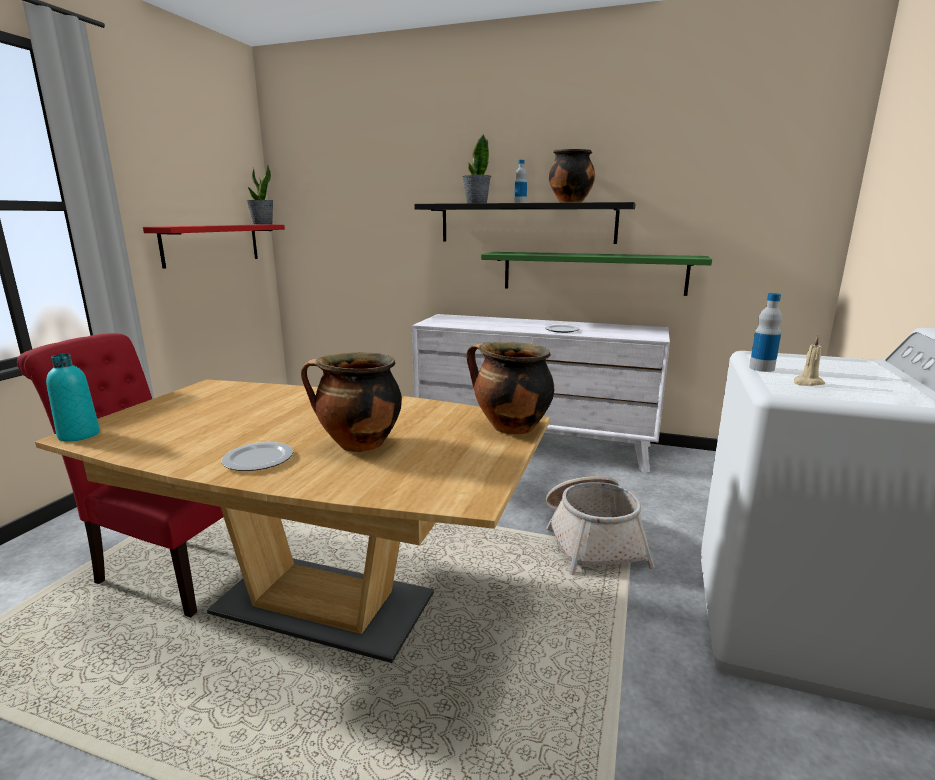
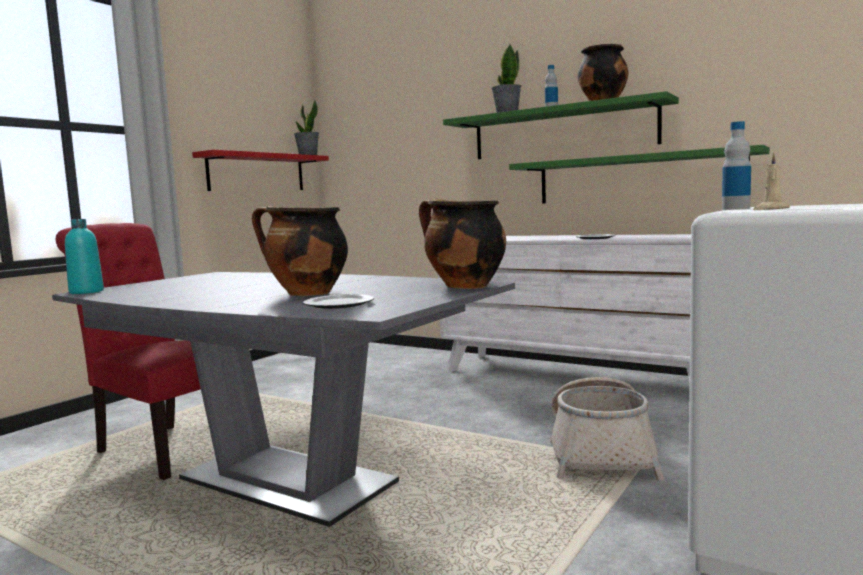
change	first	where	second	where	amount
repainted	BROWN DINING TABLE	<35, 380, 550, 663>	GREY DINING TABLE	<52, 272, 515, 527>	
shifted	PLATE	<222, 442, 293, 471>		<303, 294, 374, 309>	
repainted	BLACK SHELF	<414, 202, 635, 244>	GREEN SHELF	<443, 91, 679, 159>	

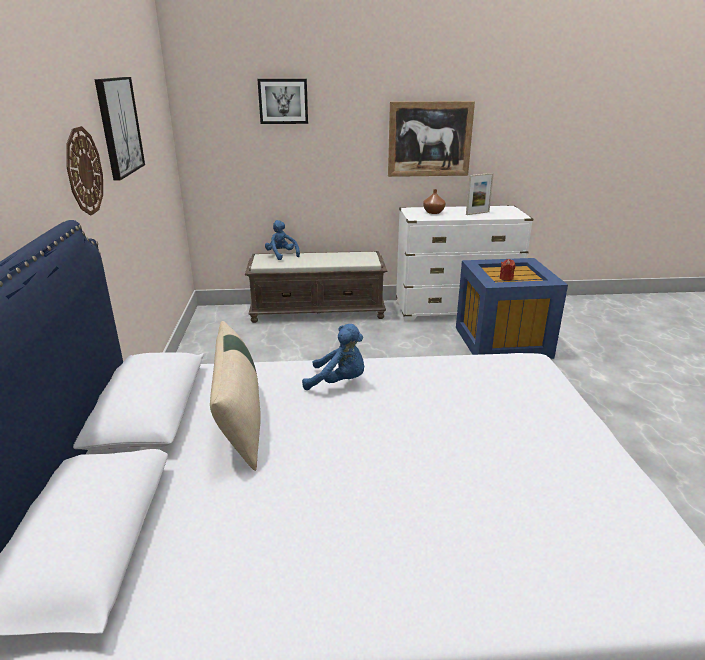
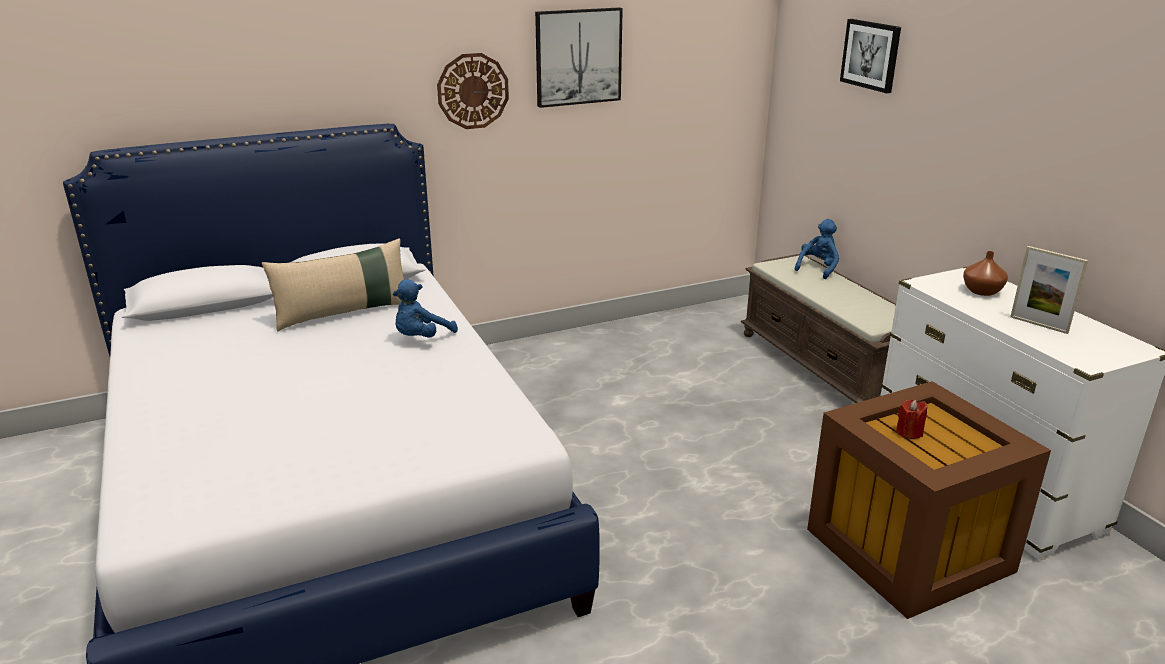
change	first	where	second	where	amount
rotated	BLUE PLUSH TOY	<302, 324, 364, 390>		<393, 279, 458, 338>	45 degrees clockwise
repainted	BLUE STORAGE BOX	<456, 258, 568, 359>	BROWN STORAGE BOX	<807, 381, 1051, 619>	
gone	PICTURE	<388, 101, 475, 177>			

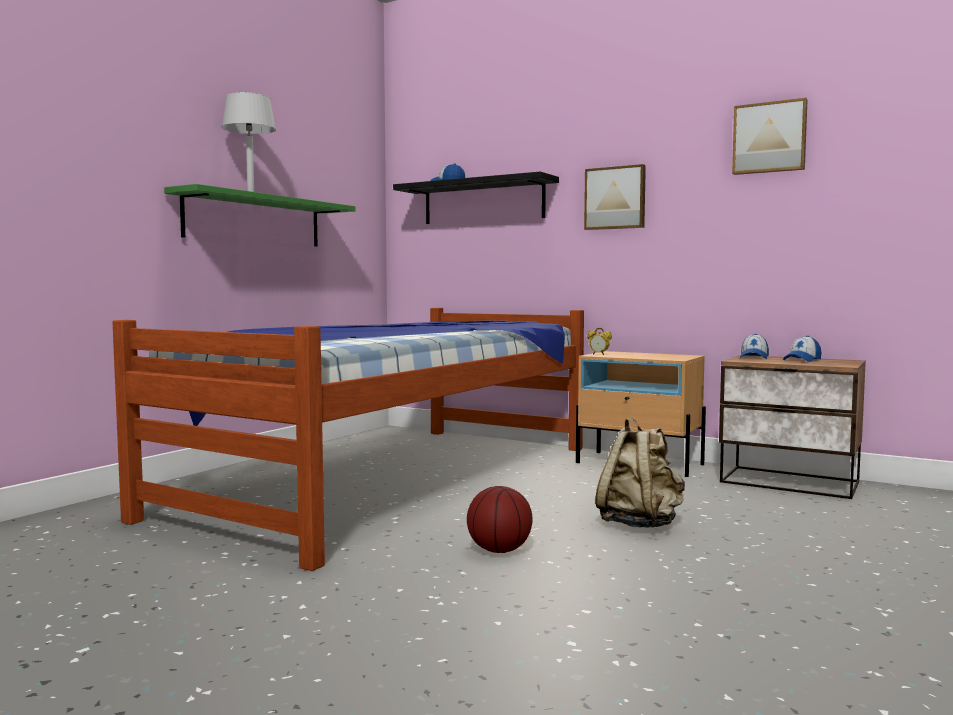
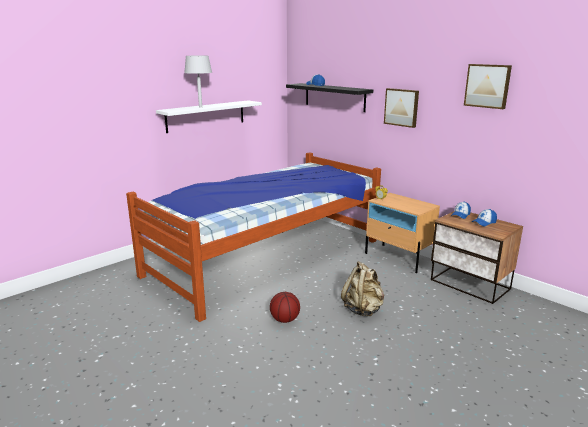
change	first	where	second	where	amount
repainted	GREEN SHELF	<164, 184, 355, 246>	WHITE SHELF	<156, 100, 262, 133>	

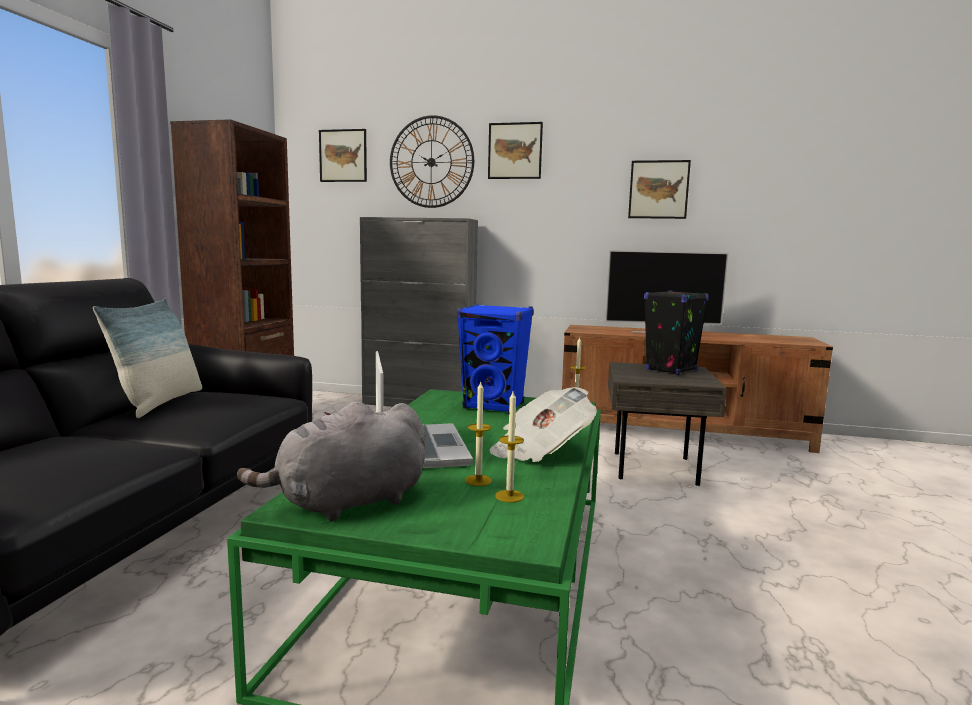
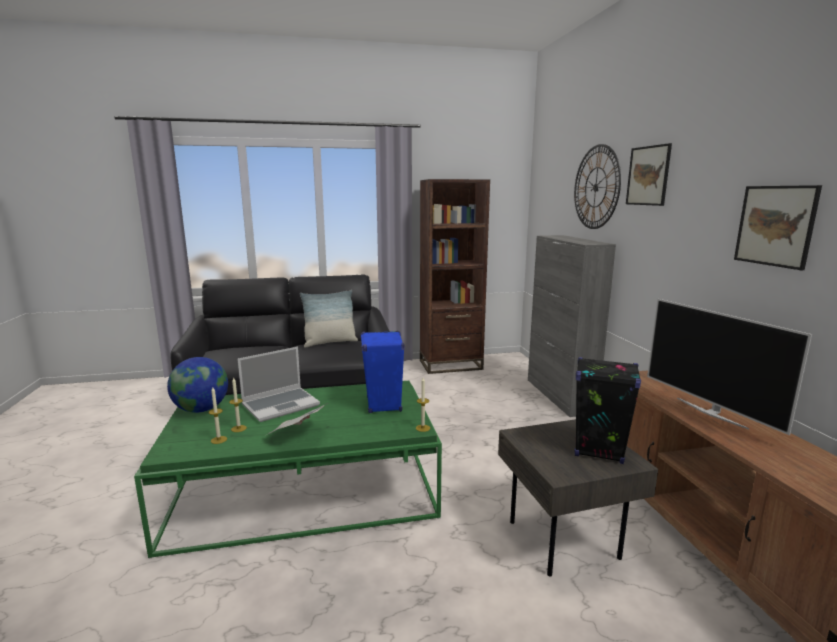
change	first	where	second	where	amount
swapped	GREY PLUSH TOY	<237, 402, 426, 522>	GLOBE	<167, 357, 228, 413>	
gone	PICTURE	<319, 129, 367, 182>			

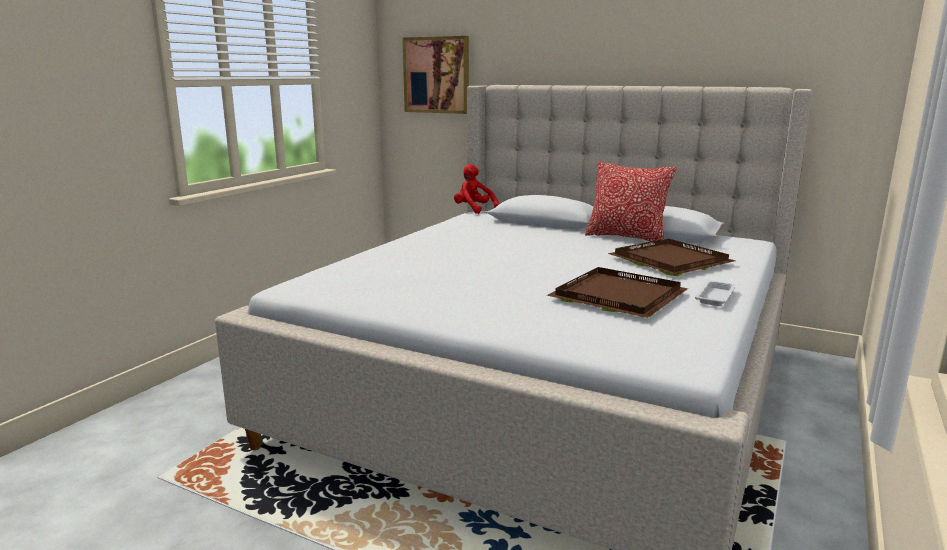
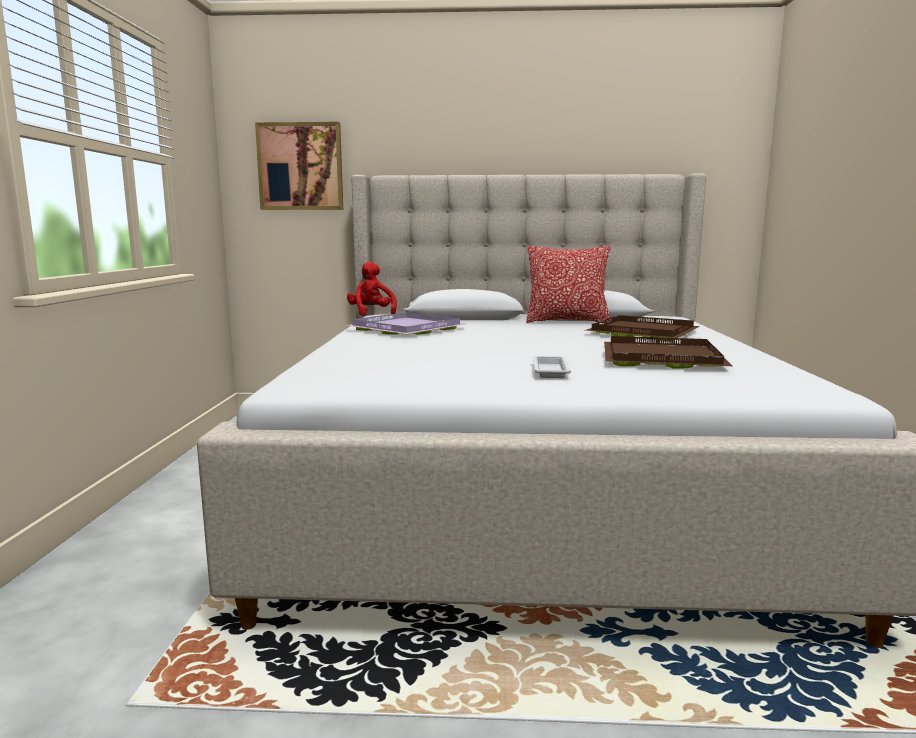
change	first	where	second	where	amount
new			PURPLE TRAY	<346, 312, 465, 335>	
rotated	RED PLUSH TOY	<454, 164, 499, 214>		<347, 262, 397, 316>	45 degrees clockwise
shifted	WHITE TRAY	<695, 280, 736, 306>		<533, 356, 571, 378>	

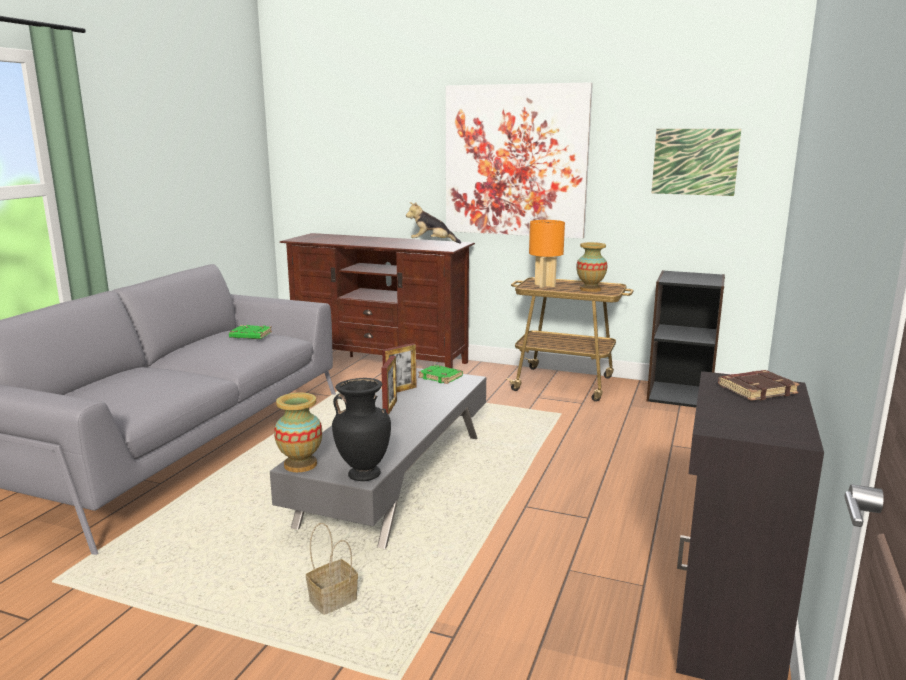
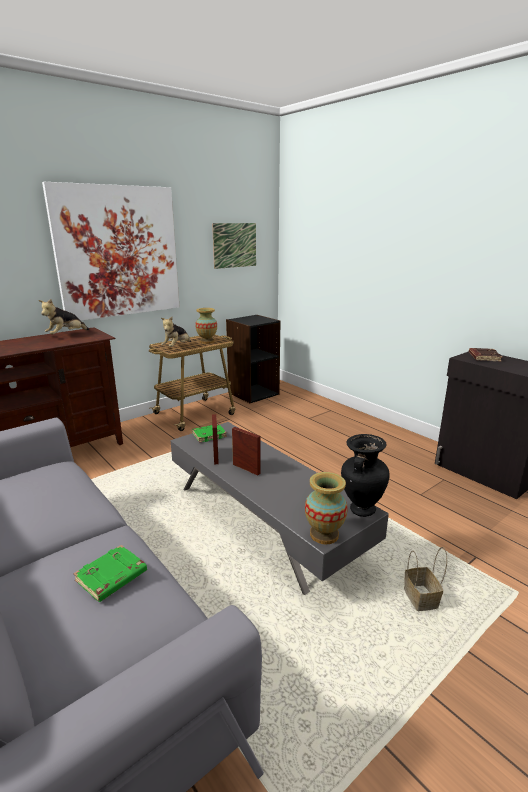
change	first	where	second	where	amount
shifted	GREEN BOOK	<229, 325, 272, 339>		<73, 545, 147, 602>	
swapped	ORANGE TABLE LAMP	<529, 220, 565, 288>	PLUSH TOY	<161, 317, 191, 347>	

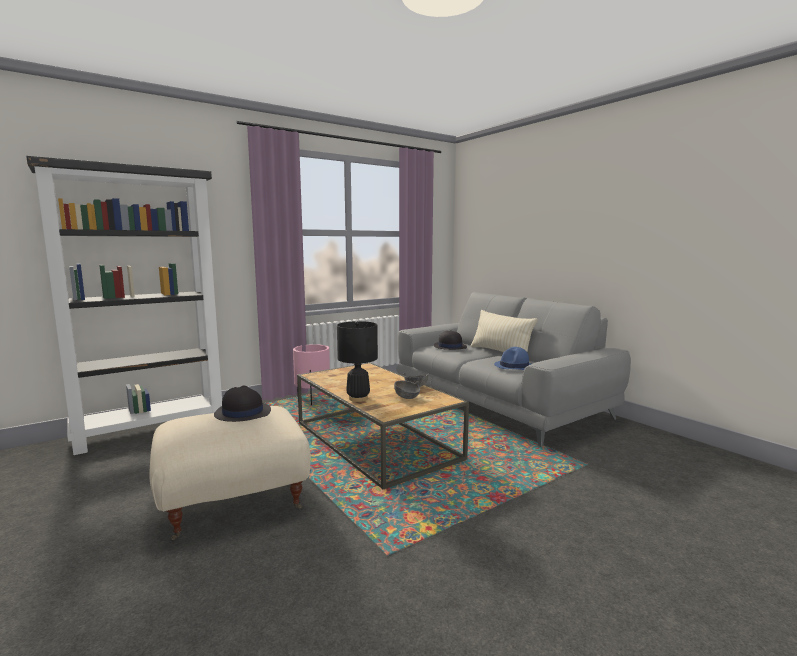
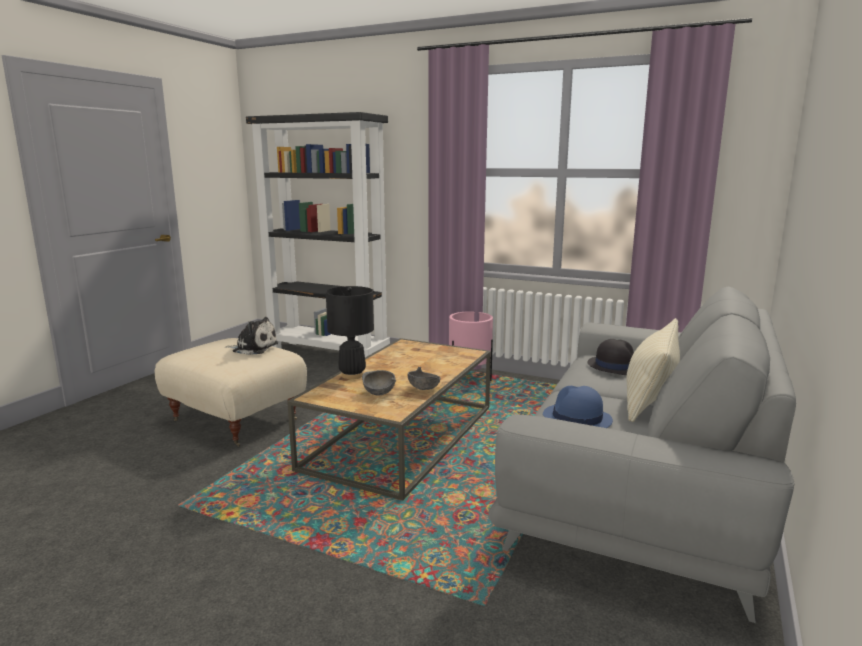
change	first	where	second	where	amount
swapped	BLACK HAT	<214, 386, 271, 422>	PLUSH TOY	<225, 317, 278, 355>	

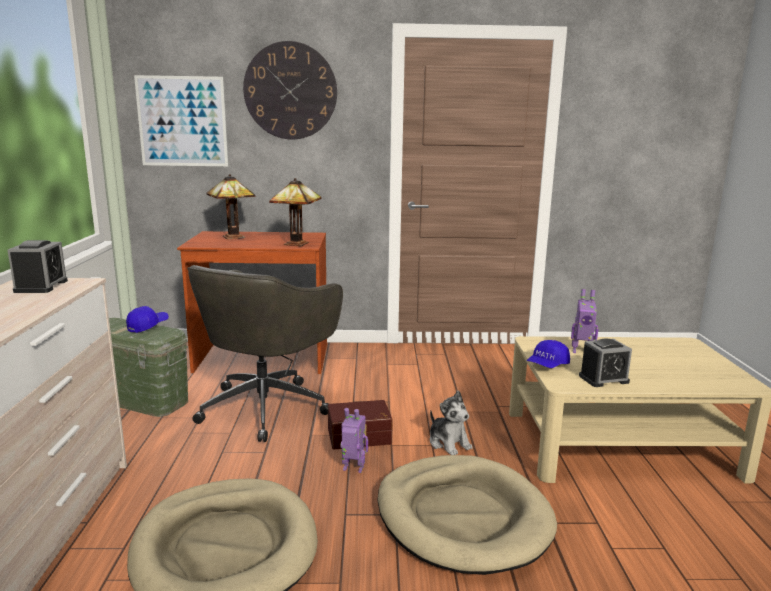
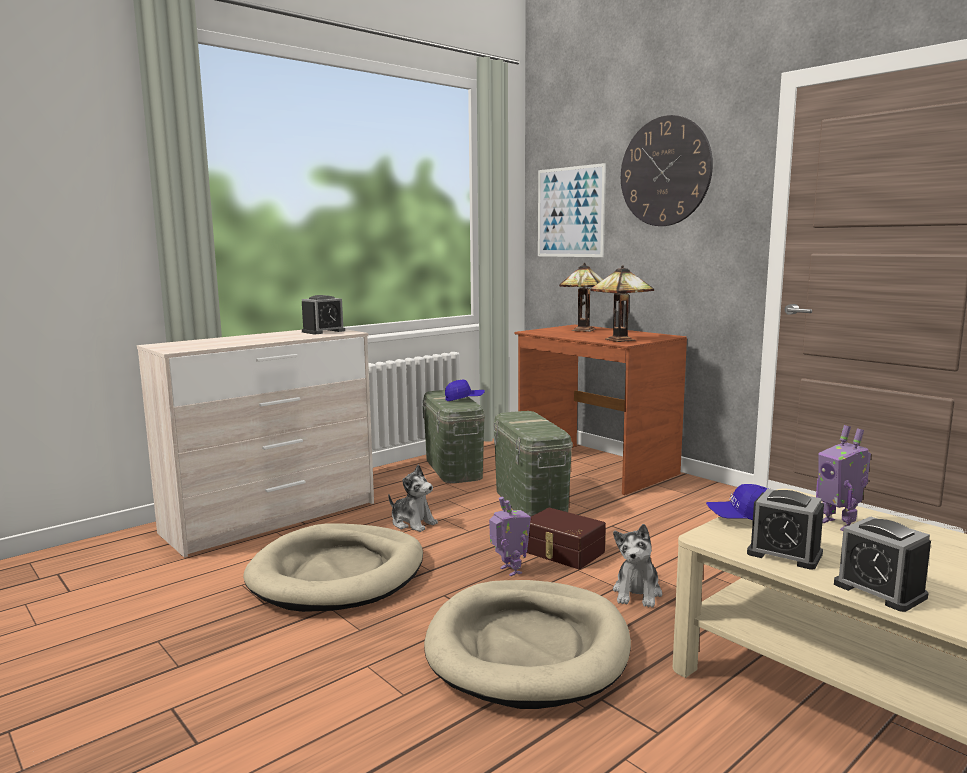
change	first	where	second	where	amount
new			PLUSH TOY	<388, 465, 438, 532>	
swapped	GREY OFFICE CHAIR	<187, 265, 343, 442>	GREEN STORAGE BOX	<493, 411, 573, 517>	
new			ALARM CLOCK	<834, 516, 931, 612>	

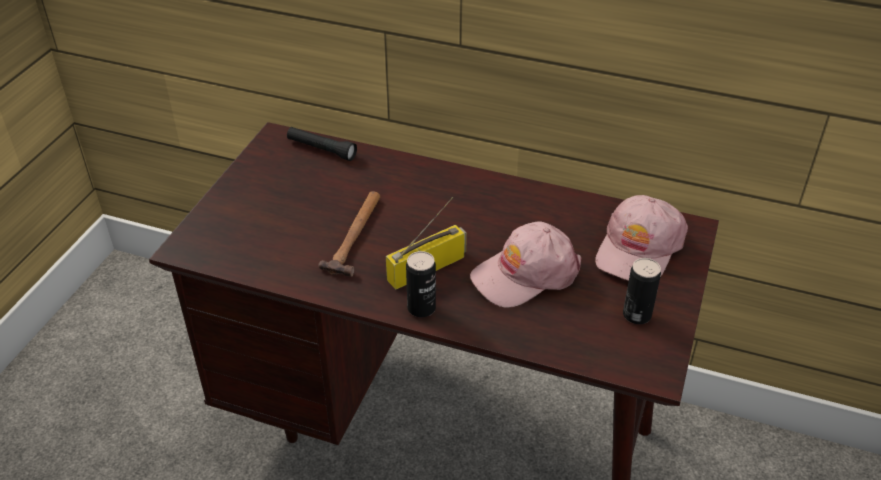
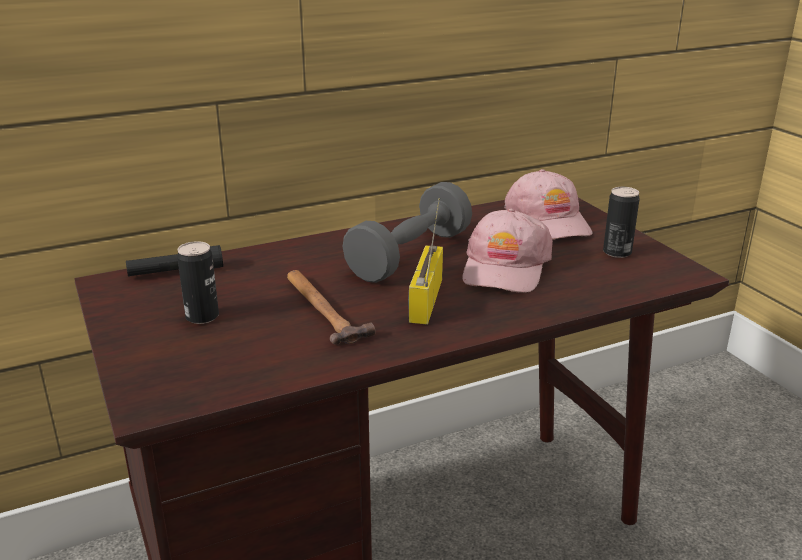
change	first	where	second	where	amount
shifted	CAN	<406, 251, 436, 317>		<177, 241, 219, 324>	
new			GREY DUMBBELL	<342, 182, 472, 283>	

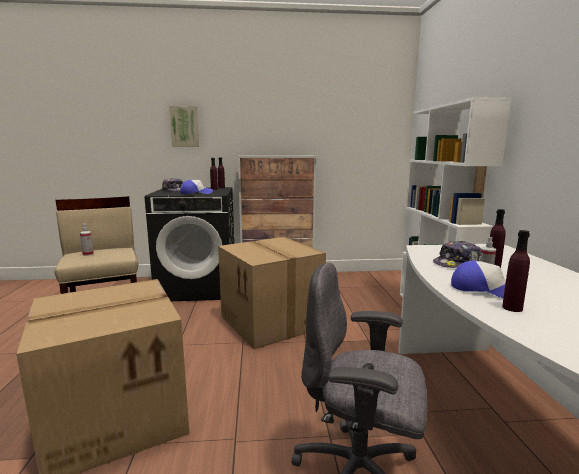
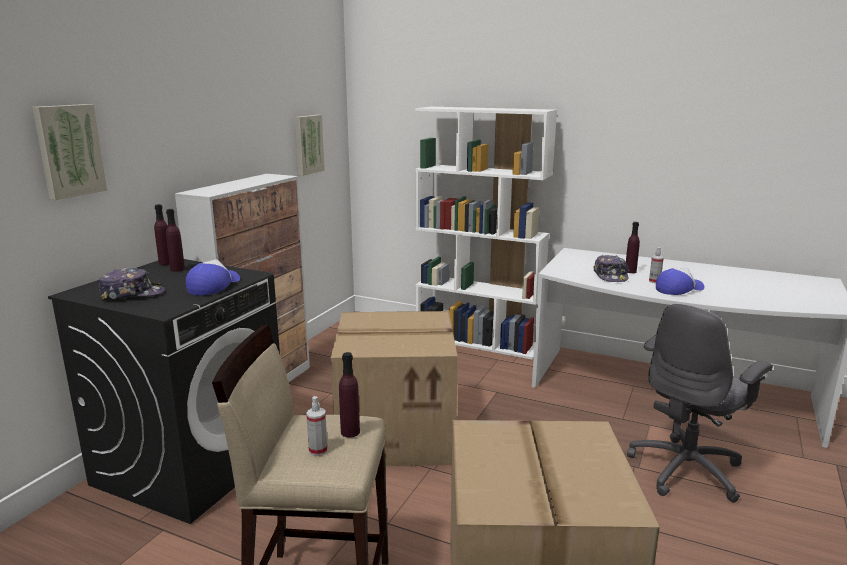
change	first	where	second	where	amount
new			PICTURE	<295, 115, 325, 176>	
shifted	PURPLE BOTTLE	<502, 230, 530, 312>		<339, 352, 360, 437>	

